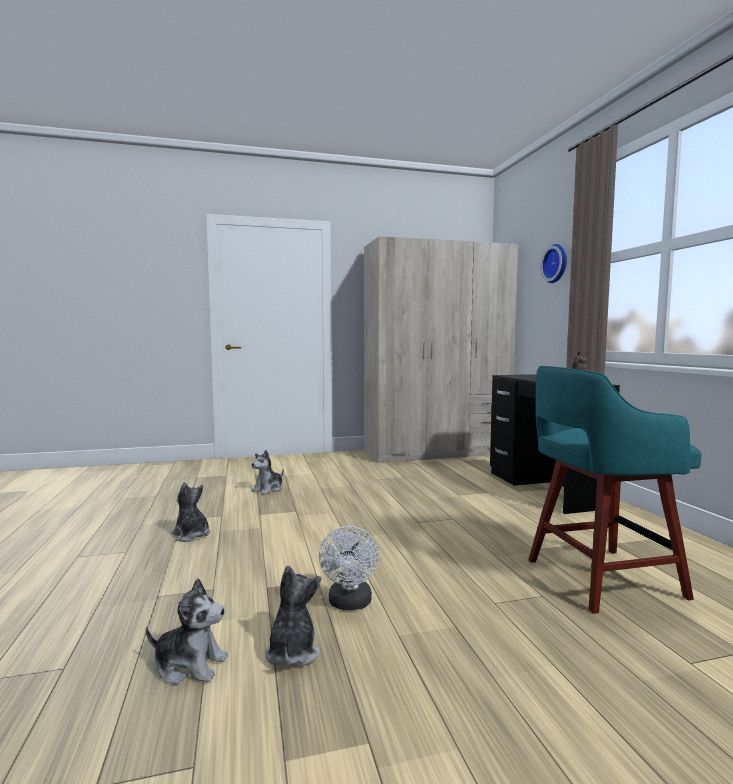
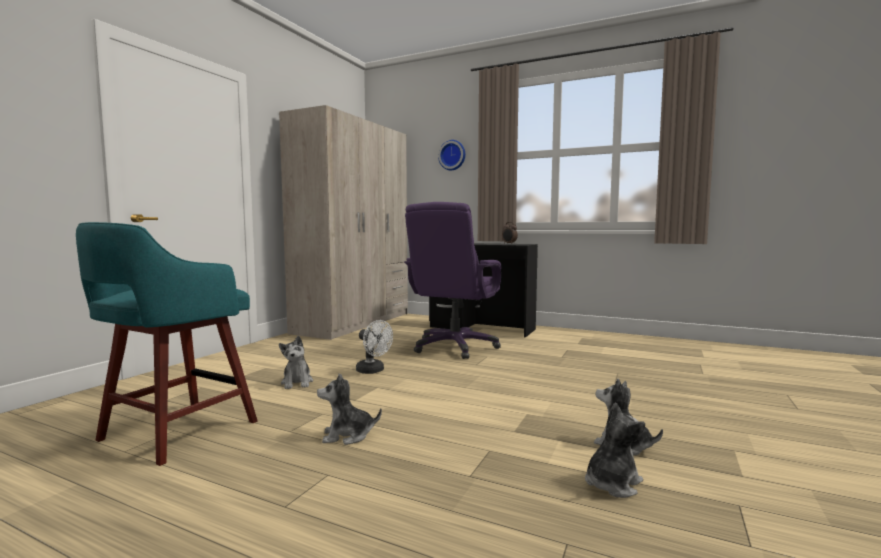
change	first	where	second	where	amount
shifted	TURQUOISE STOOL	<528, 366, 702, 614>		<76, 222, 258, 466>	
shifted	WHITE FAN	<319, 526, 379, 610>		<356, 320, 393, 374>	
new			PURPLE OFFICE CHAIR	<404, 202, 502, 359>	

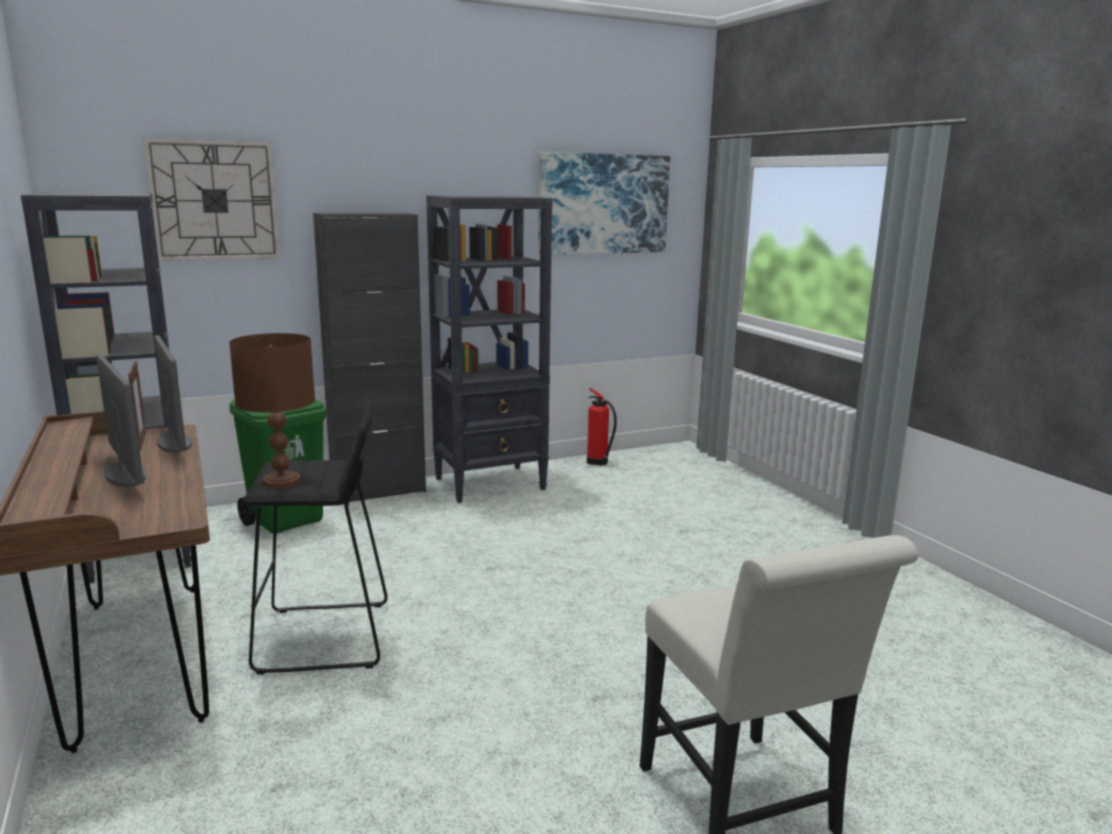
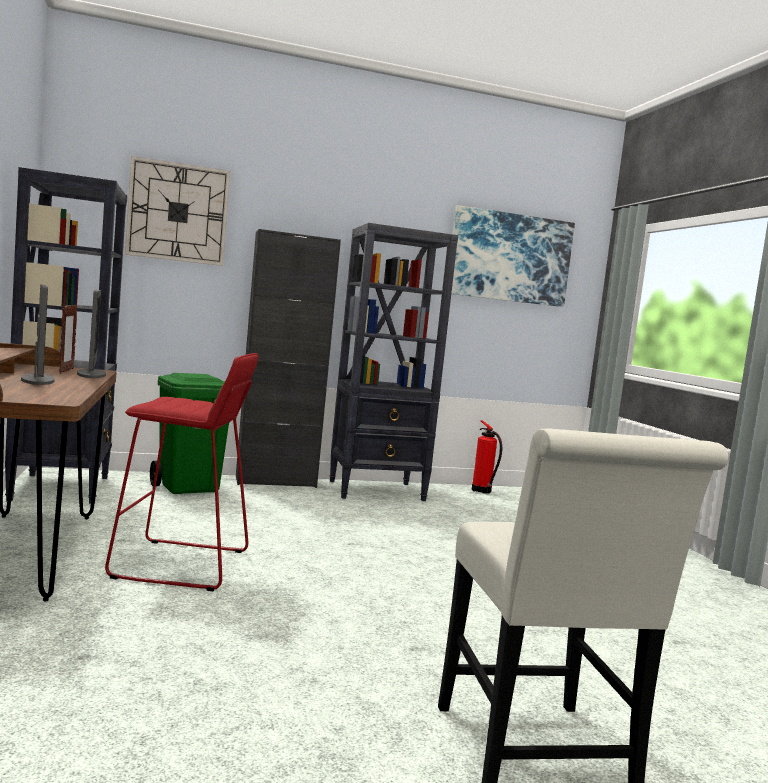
change	first	where	second	where	amount
repainted	BLACK STOOL	<243, 401, 387, 674>	RED STOOL	<105, 353, 258, 591>	
gone	BROWN TABLE LAMP	<229, 333, 315, 488>			

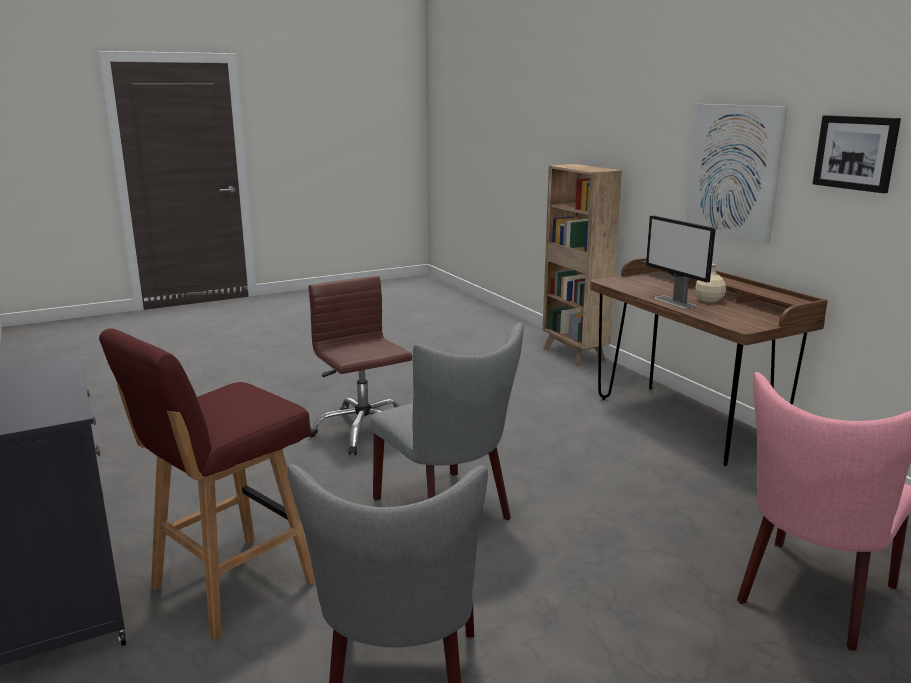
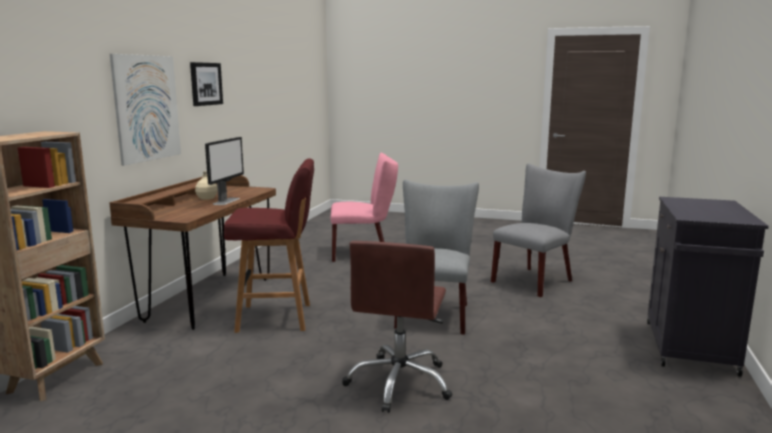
change	first	where	second	where	amount
shifted	RED STOOL	<99, 328, 315, 640>		<224, 158, 314, 333>	

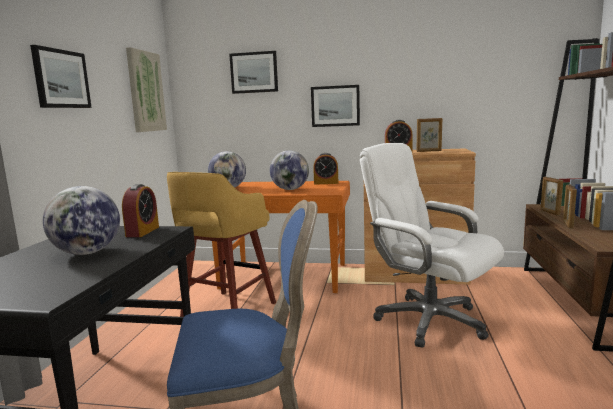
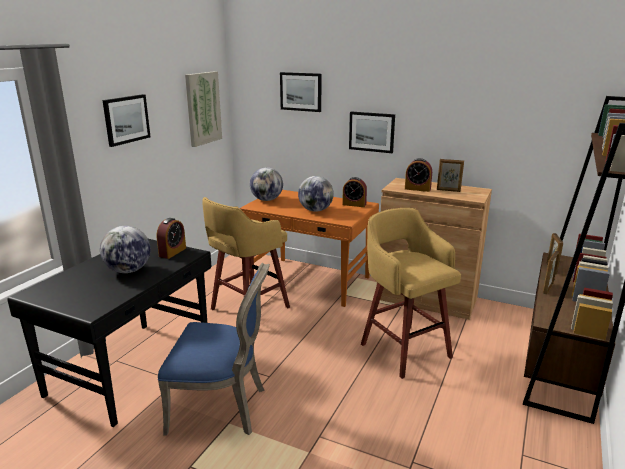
change	first	where	second	where	amount
swapped	WHITE OFFICE CHAIR	<359, 143, 504, 348>	YELLOW STOOL	<361, 208, 461, 379>	

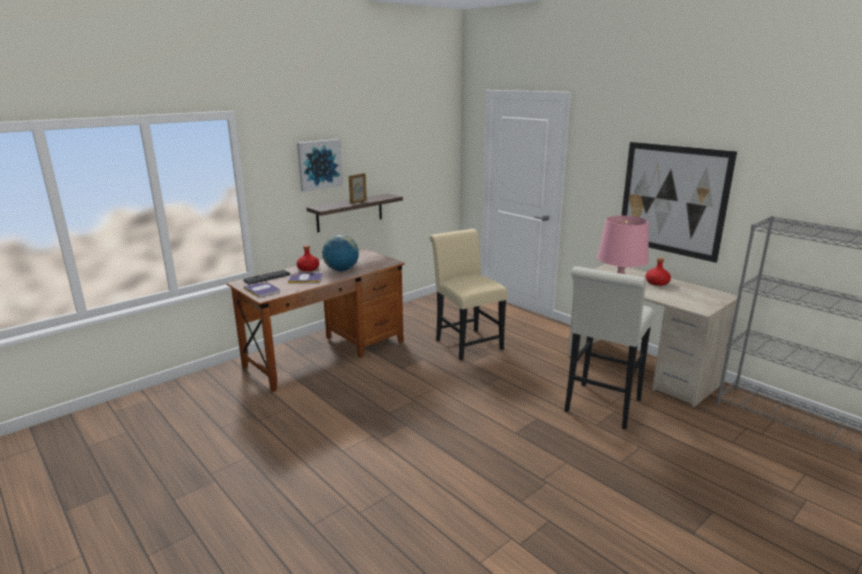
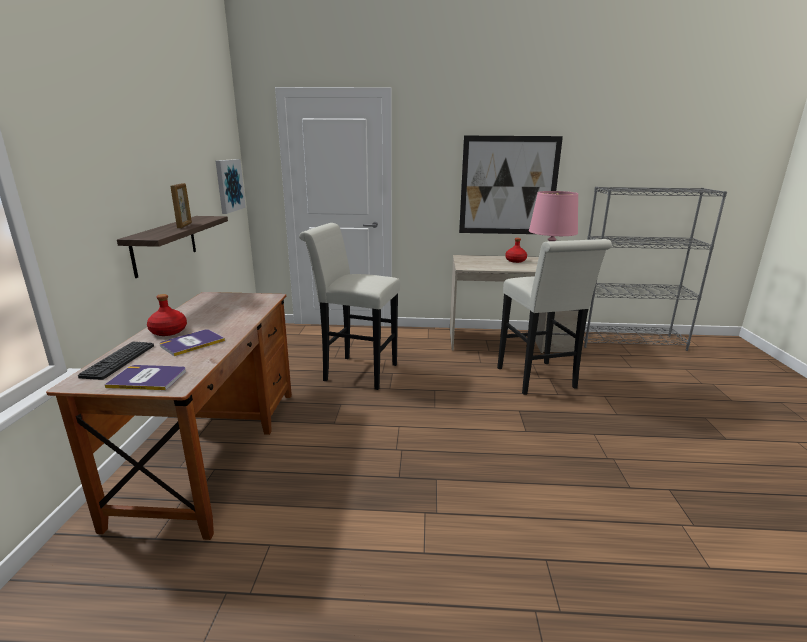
change	first	where	second	where	amount
shifted	PICTURE	<297, 139, 343, 192>		<216, 159, 246, 214>	
swapped	BEIGE CHAIR	<429, 229, 508, 360>	WHITE STOOL	<299, 223, 400, 390>	
gone	GLOBE	<322, 235, 359, 271>			

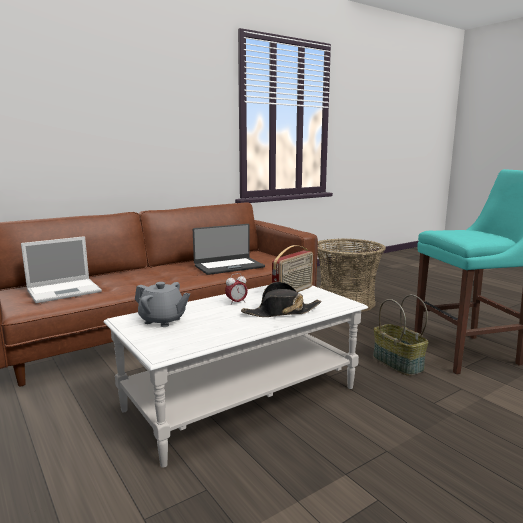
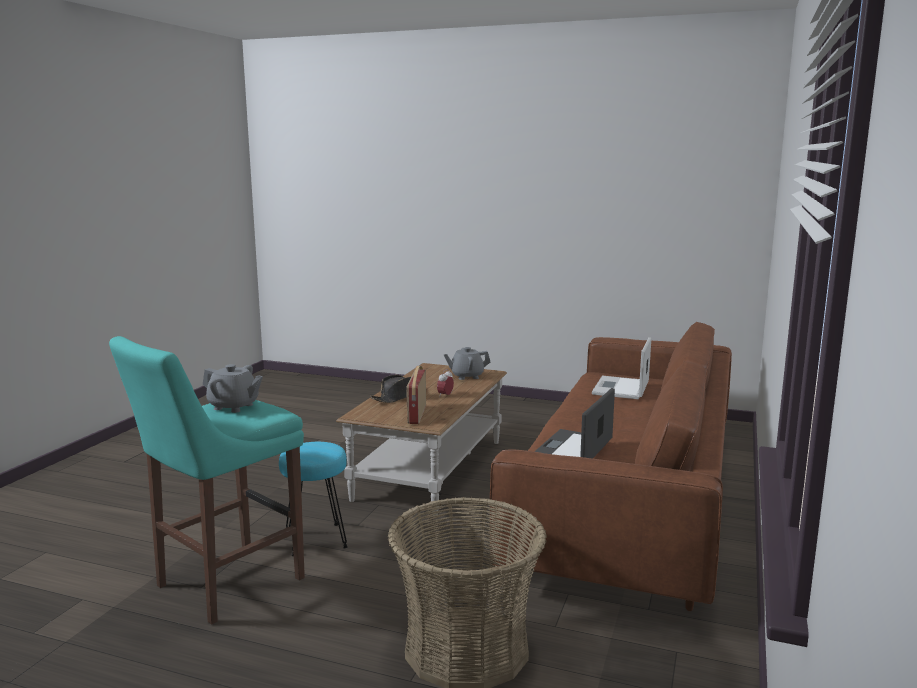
change	first	where	second	where	amount
new			GREY TEAPOT	<203, 364, 263, 413>	
swapped	BASKET	<373, 295, 429, 376>	TURQUOISE STOOL	<279, 442, 348, 556>	
repainted	WHITE COFFEE TABLE	<103, 285, 368, 468>	BROWN COFFEE TABLE	<336, 363, 507, 515>	

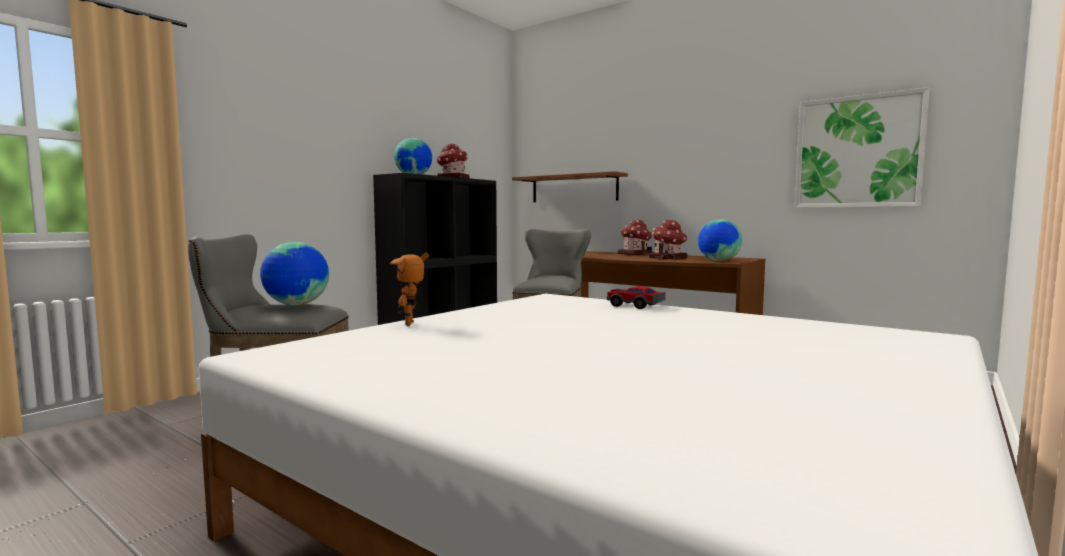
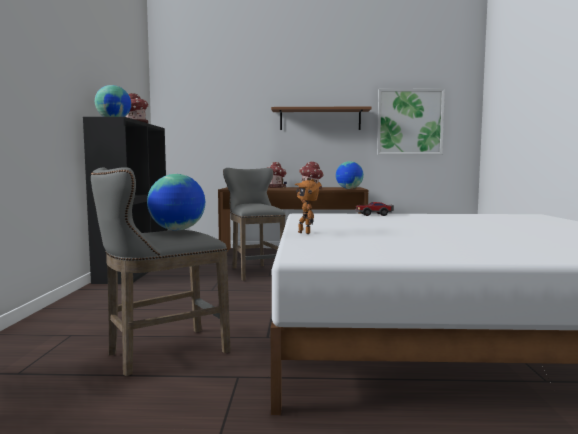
change	first	where	second	where	amount
shifted	BROWN SHELF	<512, 171, 628, 202>		<271, 106, 372, 130>	

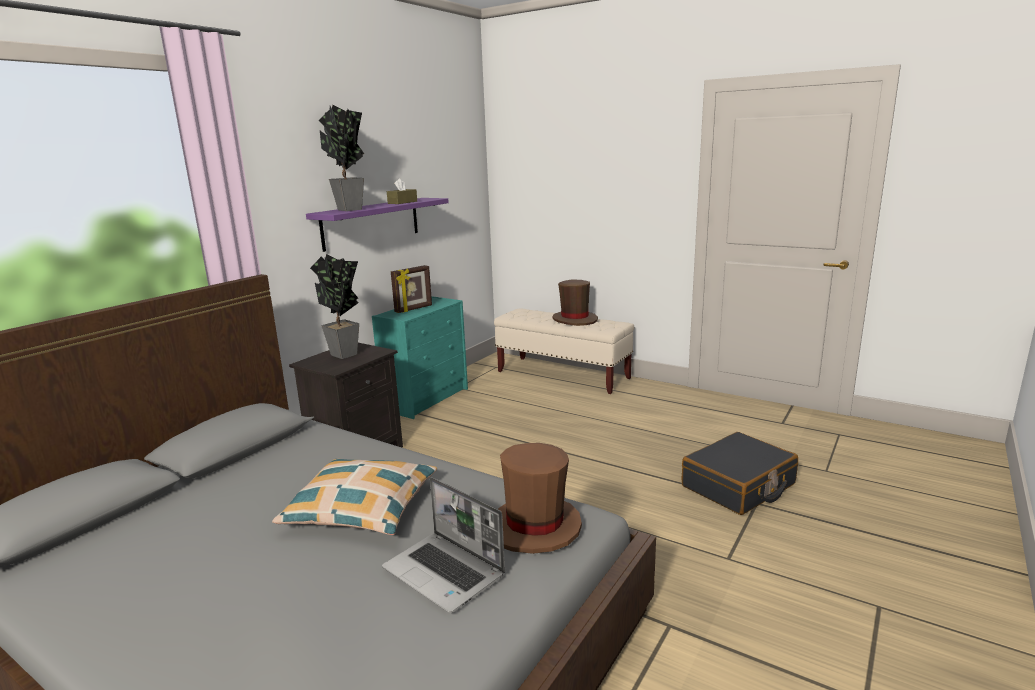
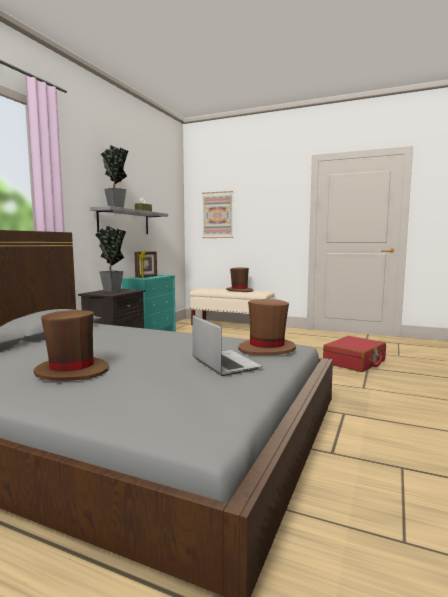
change	first	where	second	where	amount
new			BROWN HAT	<34, 310, 109, 381>	
repainted	PURPLE SHELF	<306, 198, 449, 252>	GREY SHELF	<90, 206, 168, 234>	
rotated	LAPTOP	<382, 477, 505, 613>		<192, 315, 262, 376>	150 degrees counterclockwise
new			PICTURE	<202, 191, 233, 238>	
repainted	BLACK SUITCASE	<682, 432, 798, 515>	RED SUITCASE	<323, 336, 386, 372>	
gone	PILLOW	<272, 459, 437, 535>			

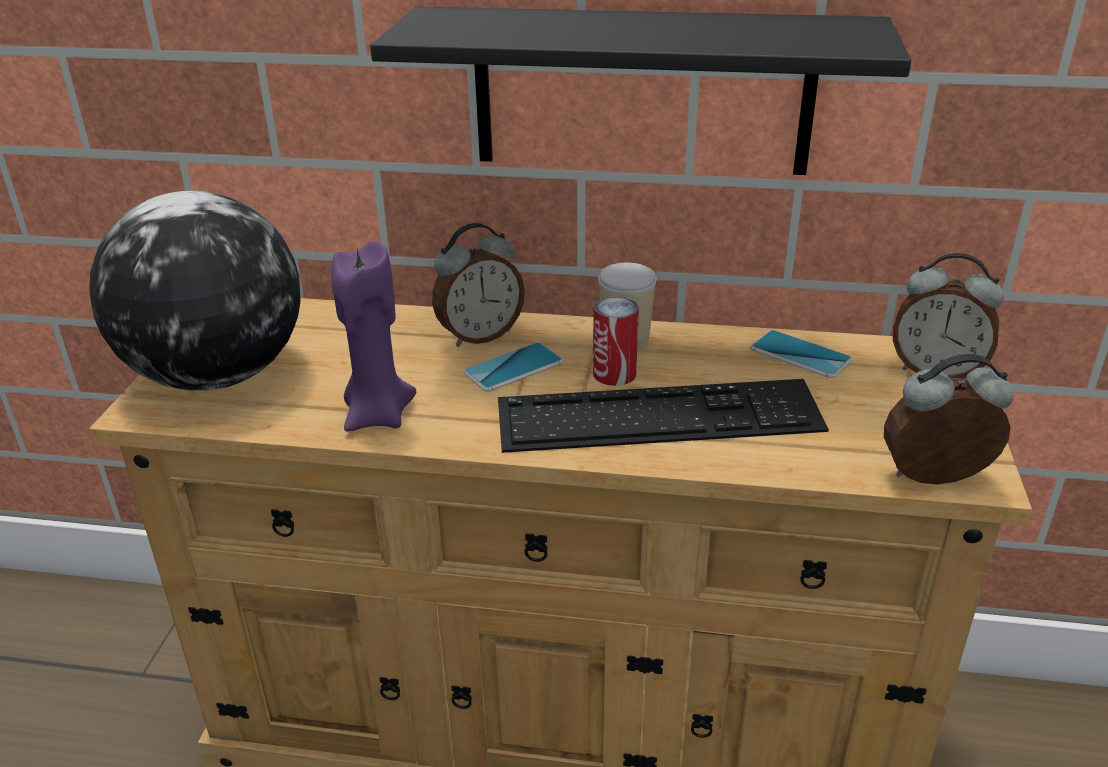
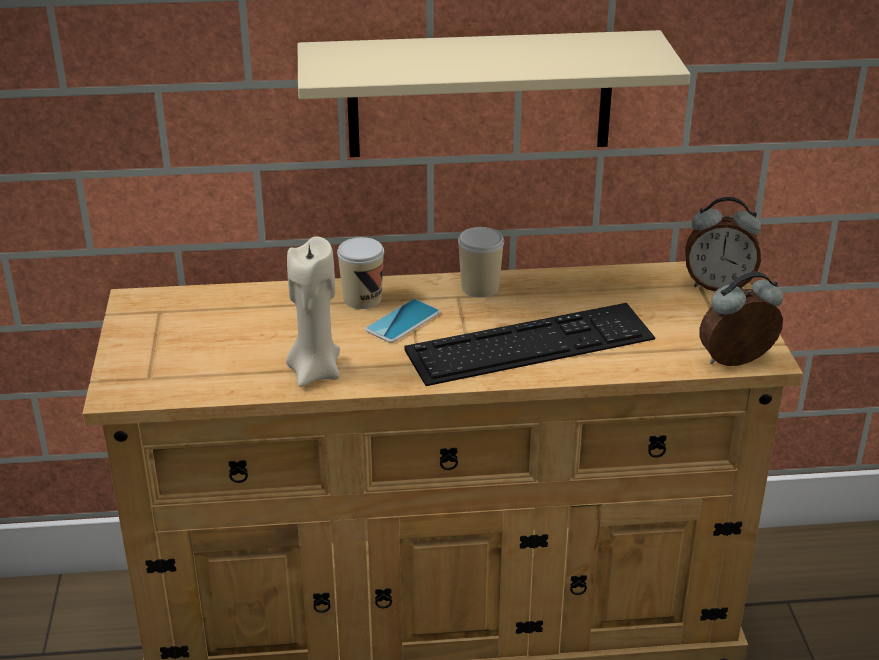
change	first	where	second	where	amount
repainted	PURPLE CANDLE	<331, 241, 416, 431>	BEIGE CANDLE	<286, 236, 340, 387>	
repainted	BLACK SHELF	<370, 7, 911, 175>	BEIGE SHELF	<298, 30, 690, 157>	
swapped	ALARM CLOCK	<432, 223, 525, 347>	CUP	<337, 237, 384, 309>	
gone	GLOBE	<89, 190, 301, 391>			
gone	CAN	<593, 296, 639, 386>			
gone	PHONE	<750, 330, 852, 378>			

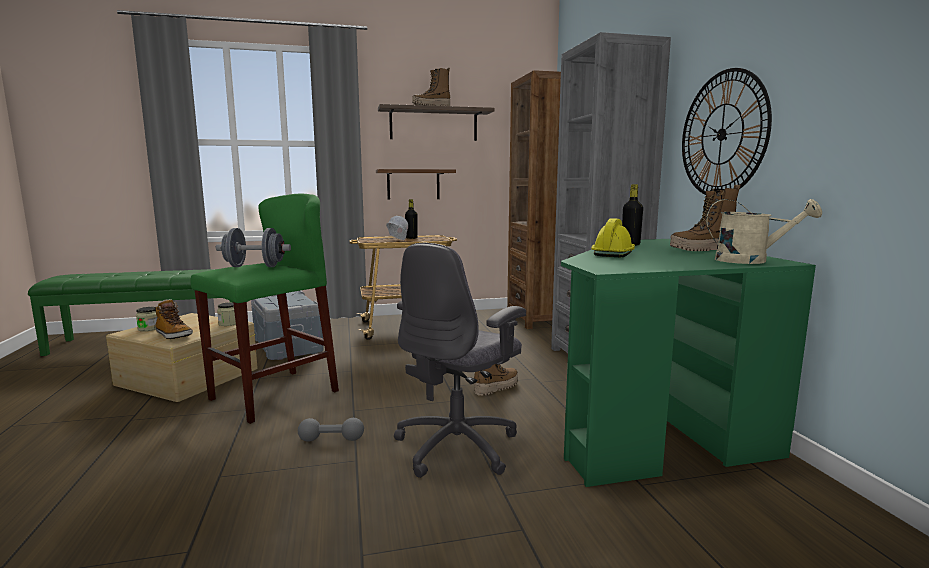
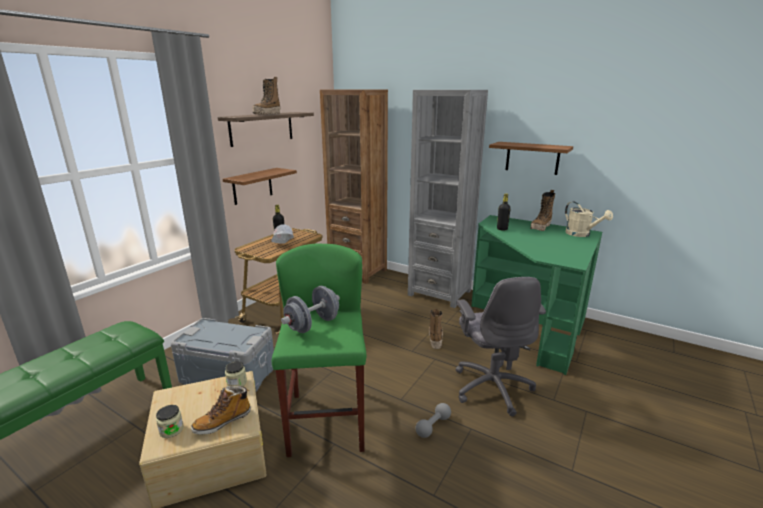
change	first	where	second	where	amount
rotated	BOOT	<155, 299, 193, 339>		<191, 386, 251, 435>	150 degrees clockwise
swapped	WALL CLOCK	<682, 68, 772, 195>	SHELF	<489, 142, 573, 175>	
rotated	BEIGE WATERING CAN	<706, 199, 822, 264>		<565, 202, 613, 237>	90 degrees clockwise
gone	YELLOW HARD HAT	<591, 218, 635, 257>			

